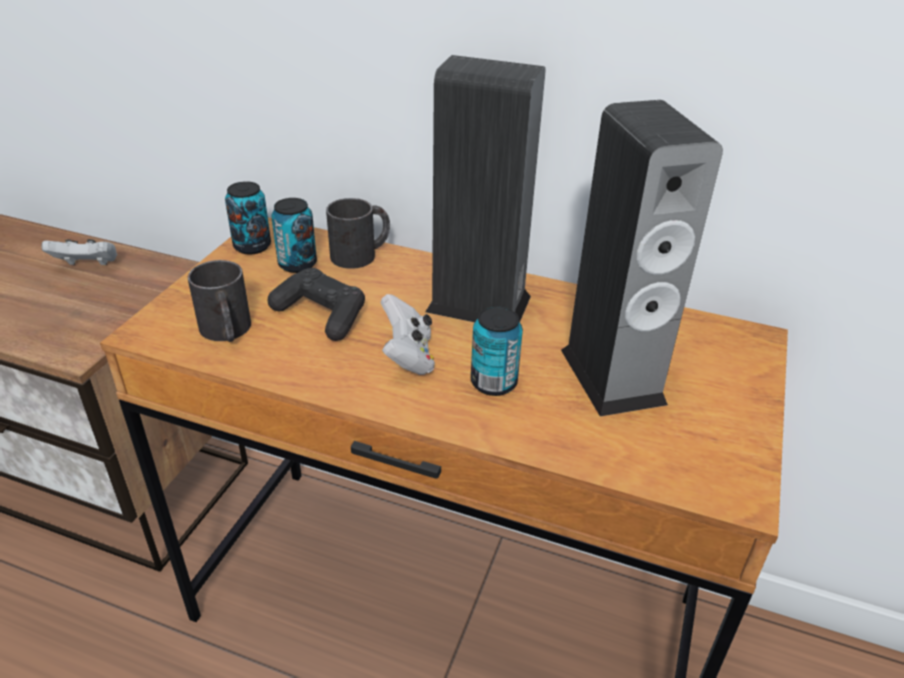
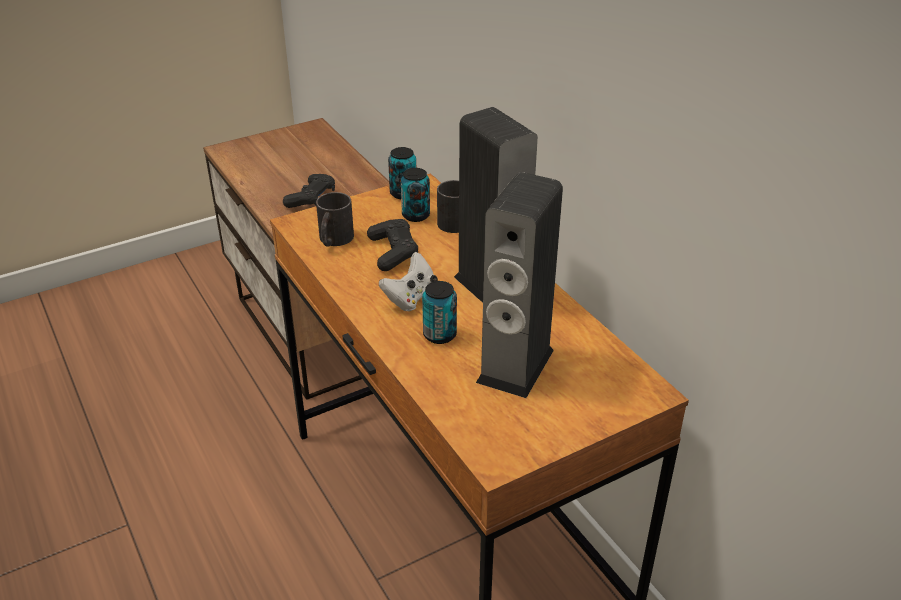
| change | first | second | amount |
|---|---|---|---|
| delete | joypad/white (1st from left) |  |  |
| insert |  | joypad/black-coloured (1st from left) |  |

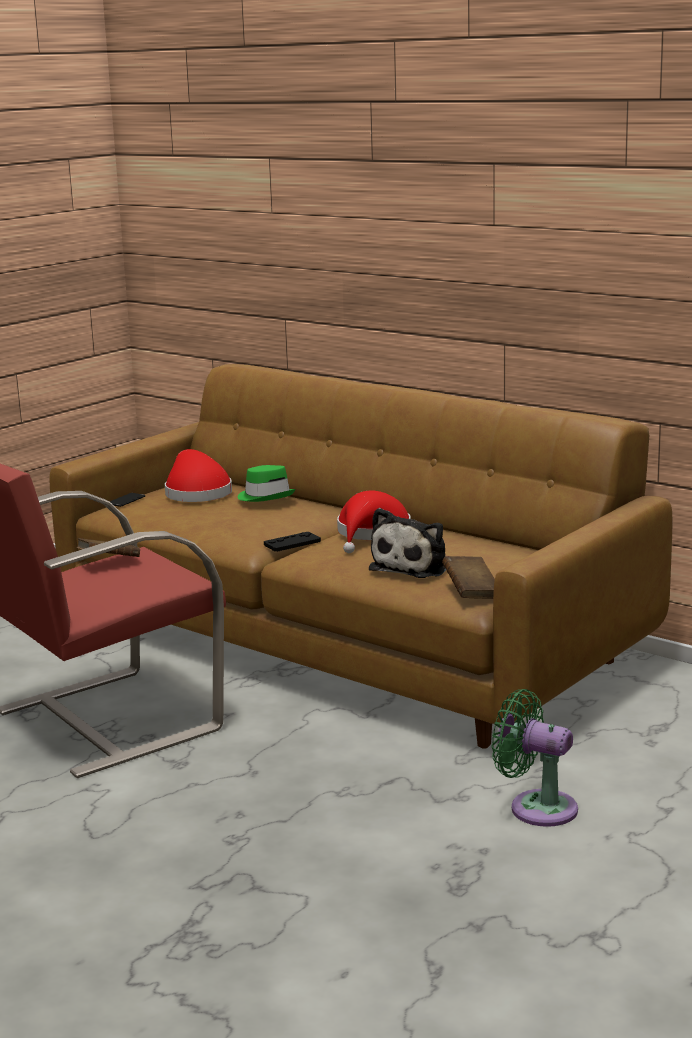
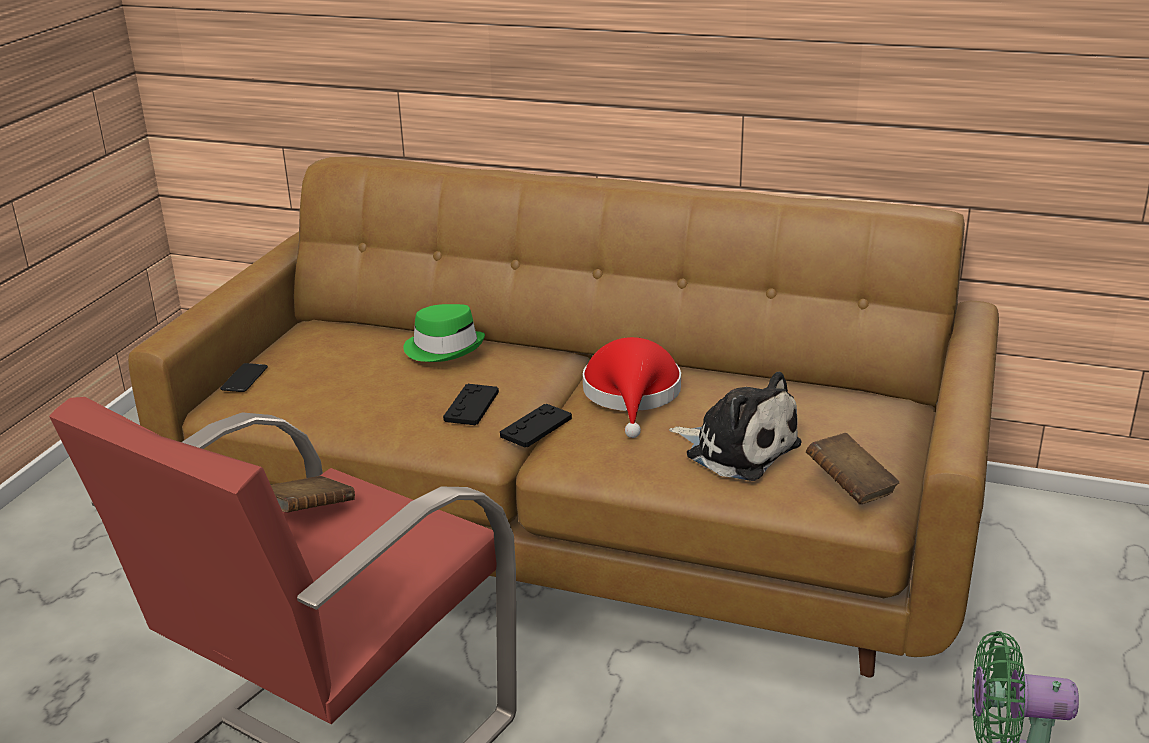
| change | first | second | amount |
|---|---|---|---|
| delete | wearable hat/reddish (1st from left) |  |  |
| rotate | cuddly toy |  | 60 degrees counterclockwise |
| insert |  | joypad/black-coloured (1st from left) |  |

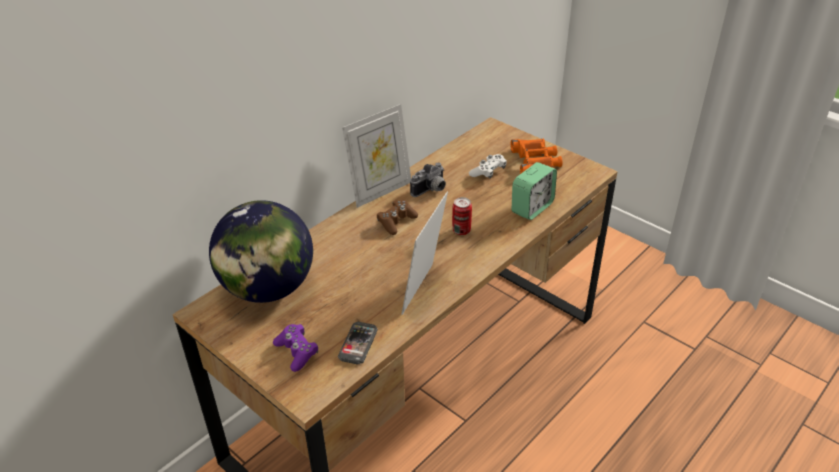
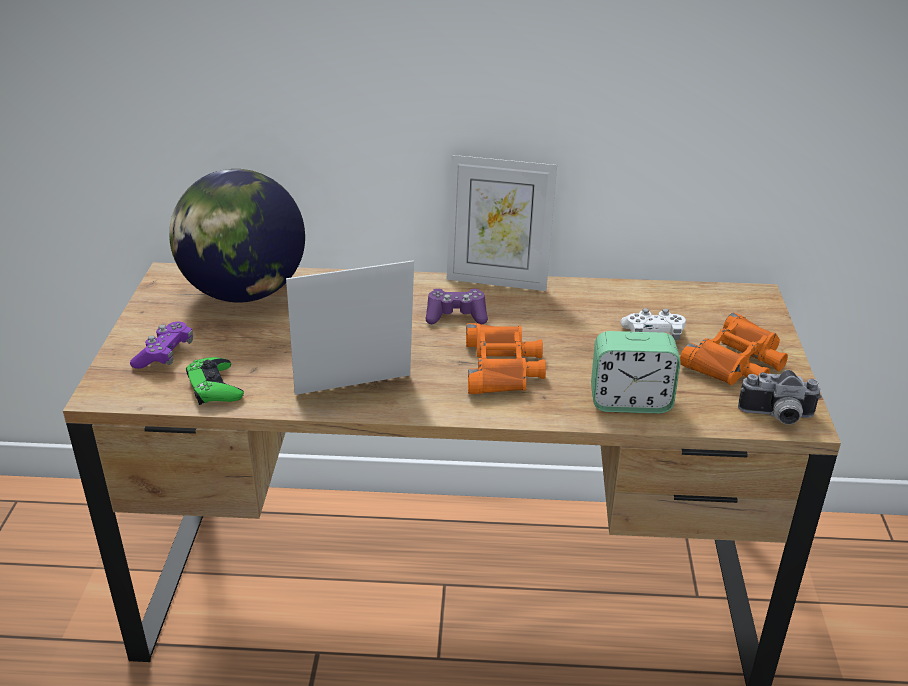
| change | first | second | amount |
|---|---|---|---|
| replace | telephone | joypad/greenish |  |
| recolor | joypad/brownish | joypad/purple (2nd from left) |  |
| move | still camera |  |  |
| replace | metal can | binoculars/orange (1st from left) |  |

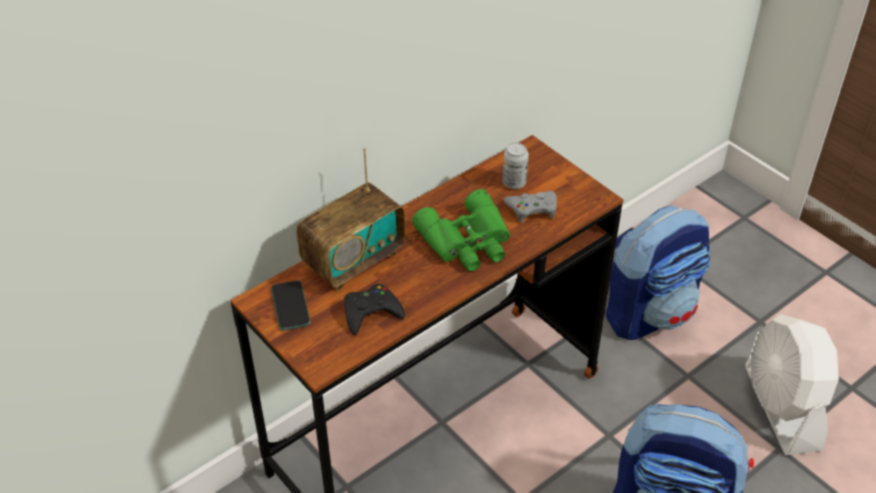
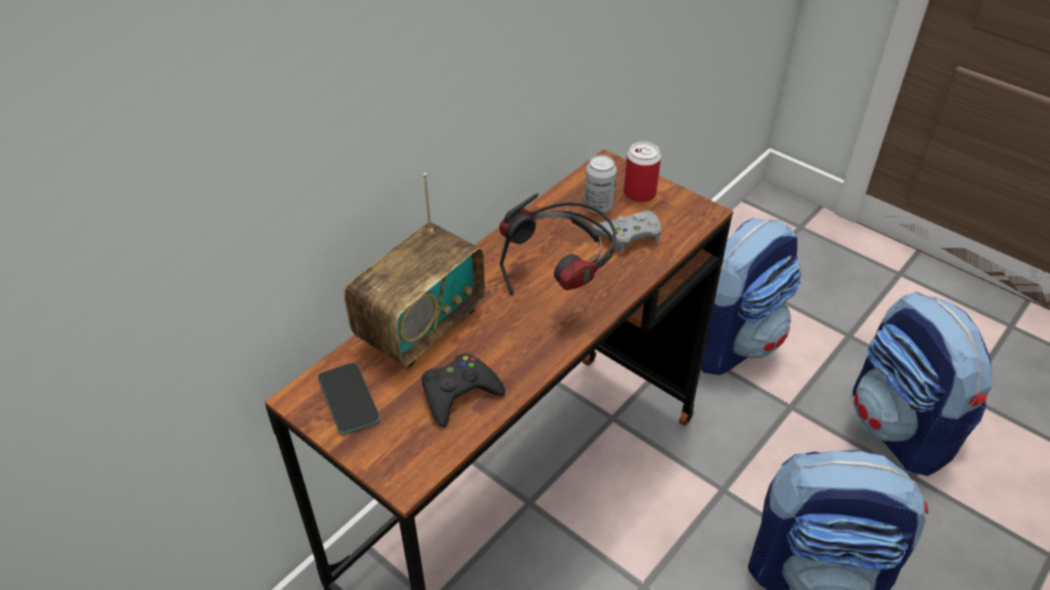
| change | first | second | amount |
|---|---|---|---|
| replace | binoculars/greenish | pair of headphones |  |
| replace | electric fan/white | backpack (3rd from left) |  |
| insert |  | metal can (2nd from left) |  |

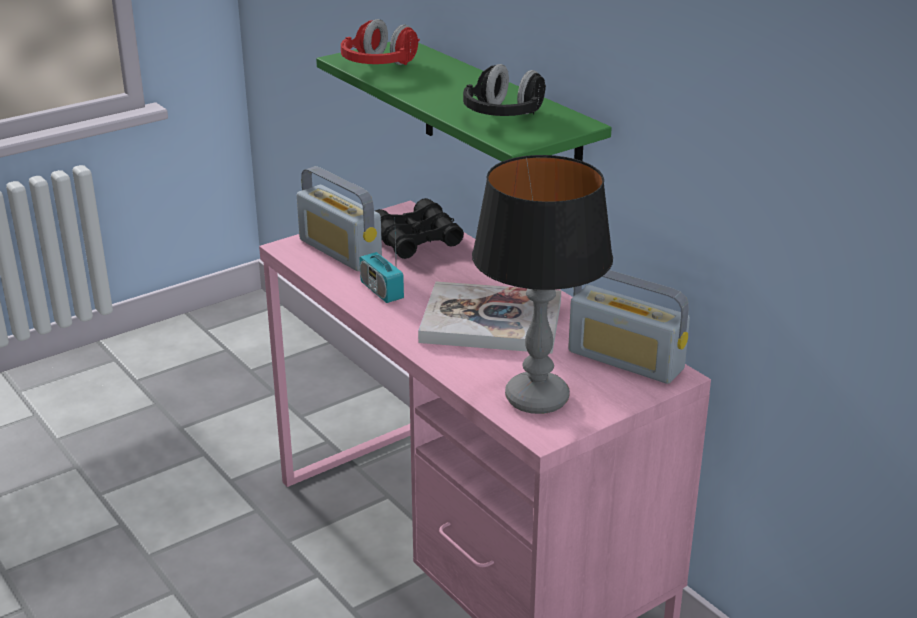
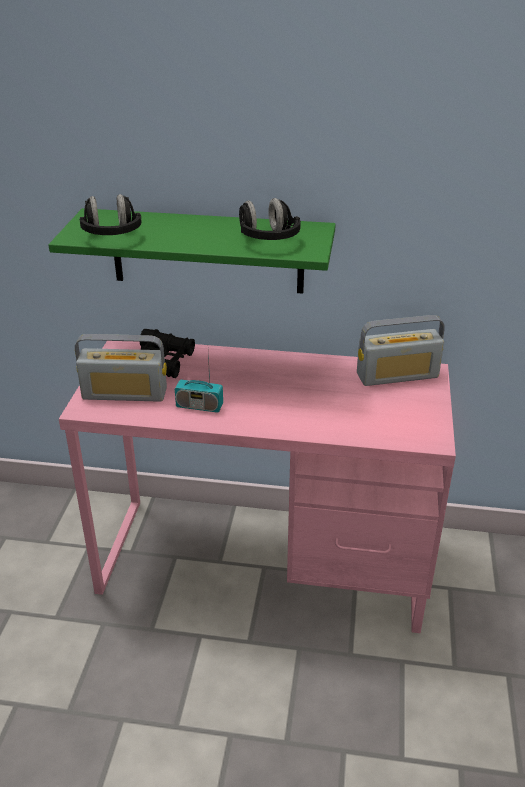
| change | first | second | amount |
|---|---|---|---|
| recolor | pair of headphones/reddish | pair of headphones/black-coloured (1st from left) |  |
| delete | book |  |  |
| delete | tabletop lamp |  |  |

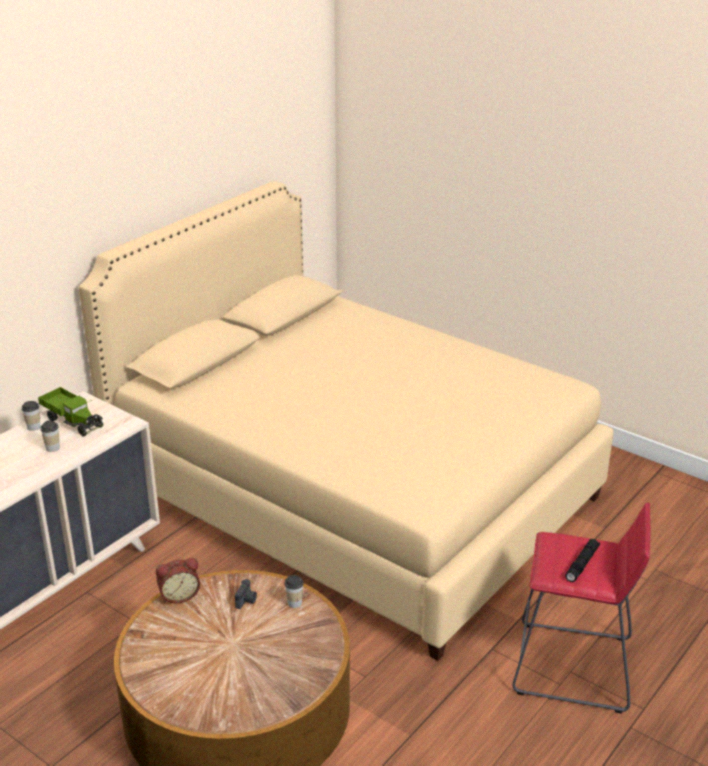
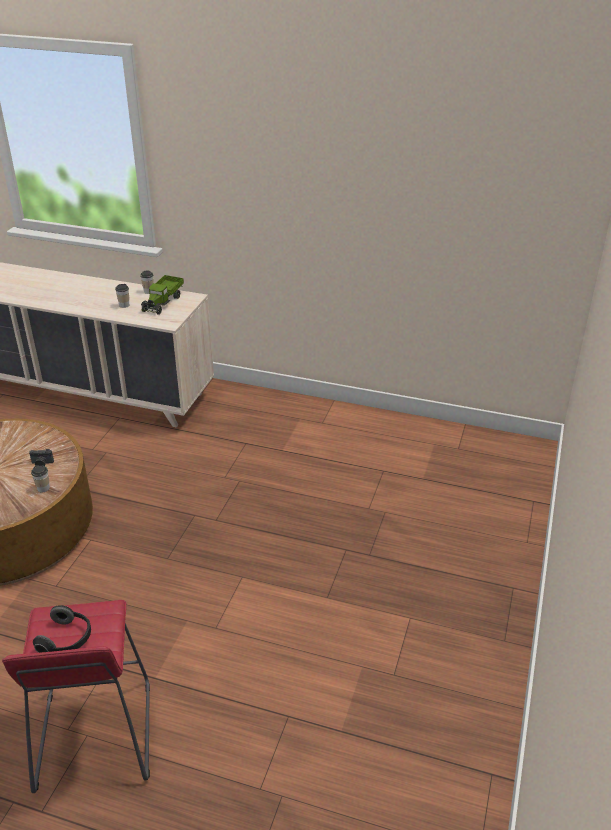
| change | first | second | amount |
|---|---|---|---|
| delete | bedroom bed/beige-coloured |  |  |
| delete | bedside clock |  |  |
| replace | hand torch/black-coloured | pair of headphones |  |

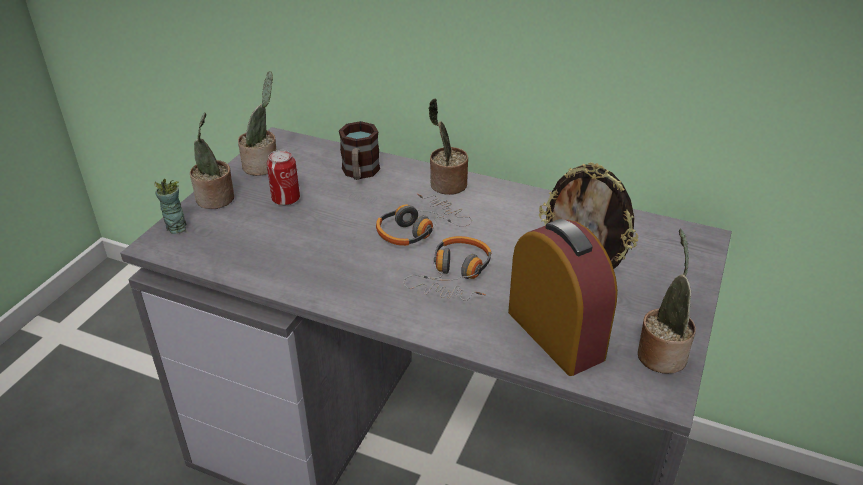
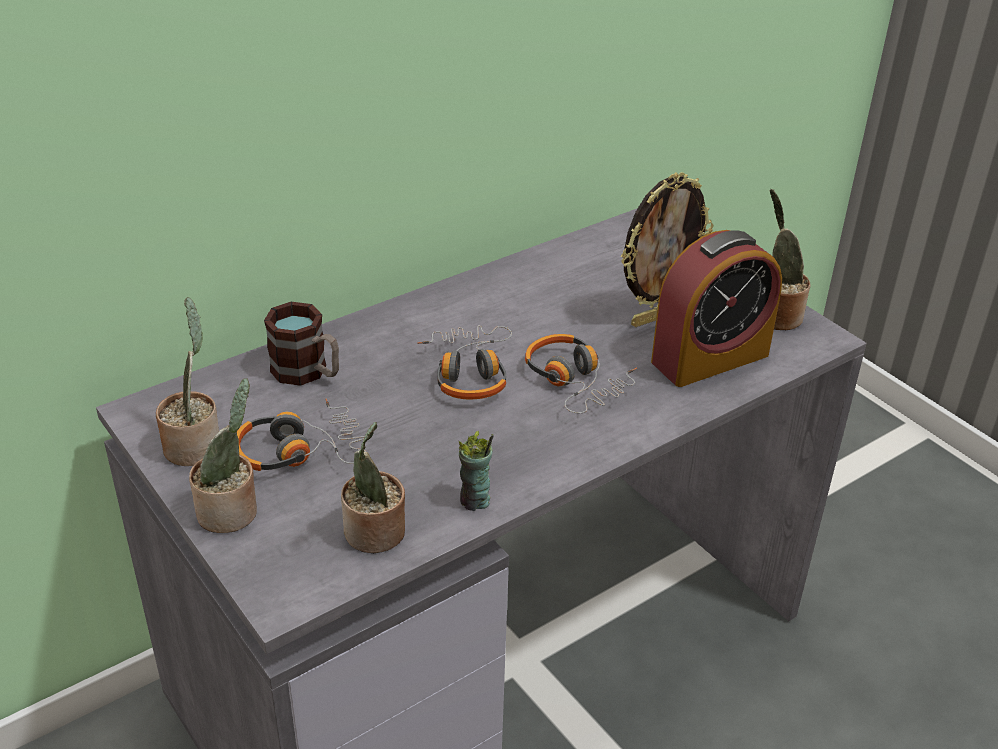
| change | first | second | amount |
|---|---|---|---|
| move | cup |  |  |
| replace | metal can | pair of headphones (1st from left) |  |
| move | plant in a pot (3rd from left) |  |  |
| rotate | bedside clock |  | 150 degrees clockwise |

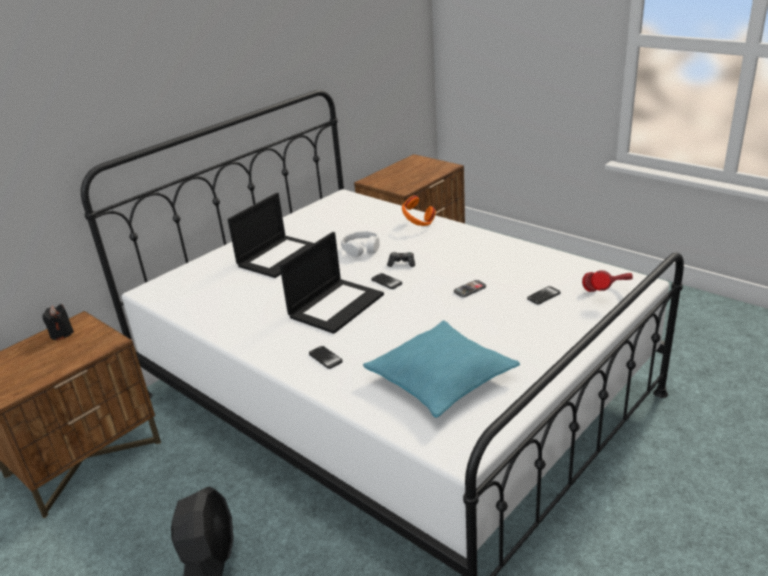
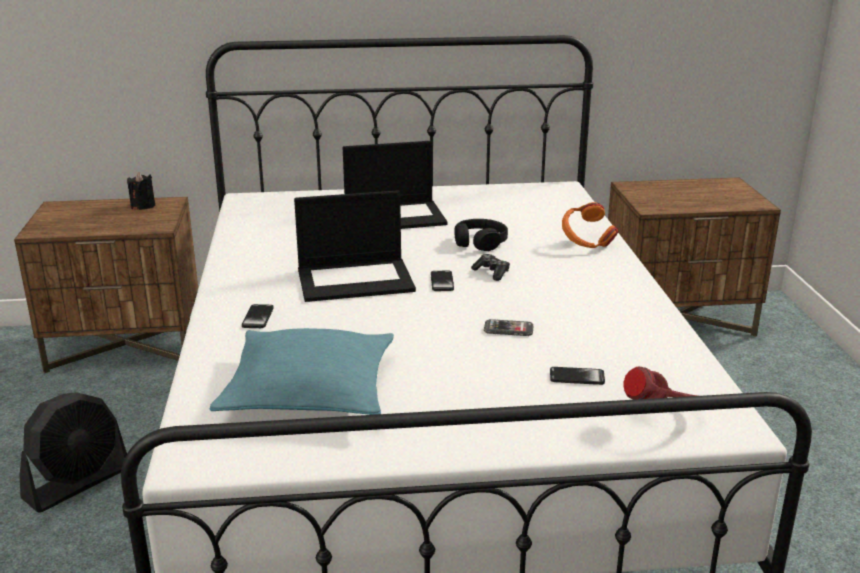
| change | first | second | amount |
|---|---|---|---|
| recolor | pair of headphones/white | pair of headphones/black-coloured |  |

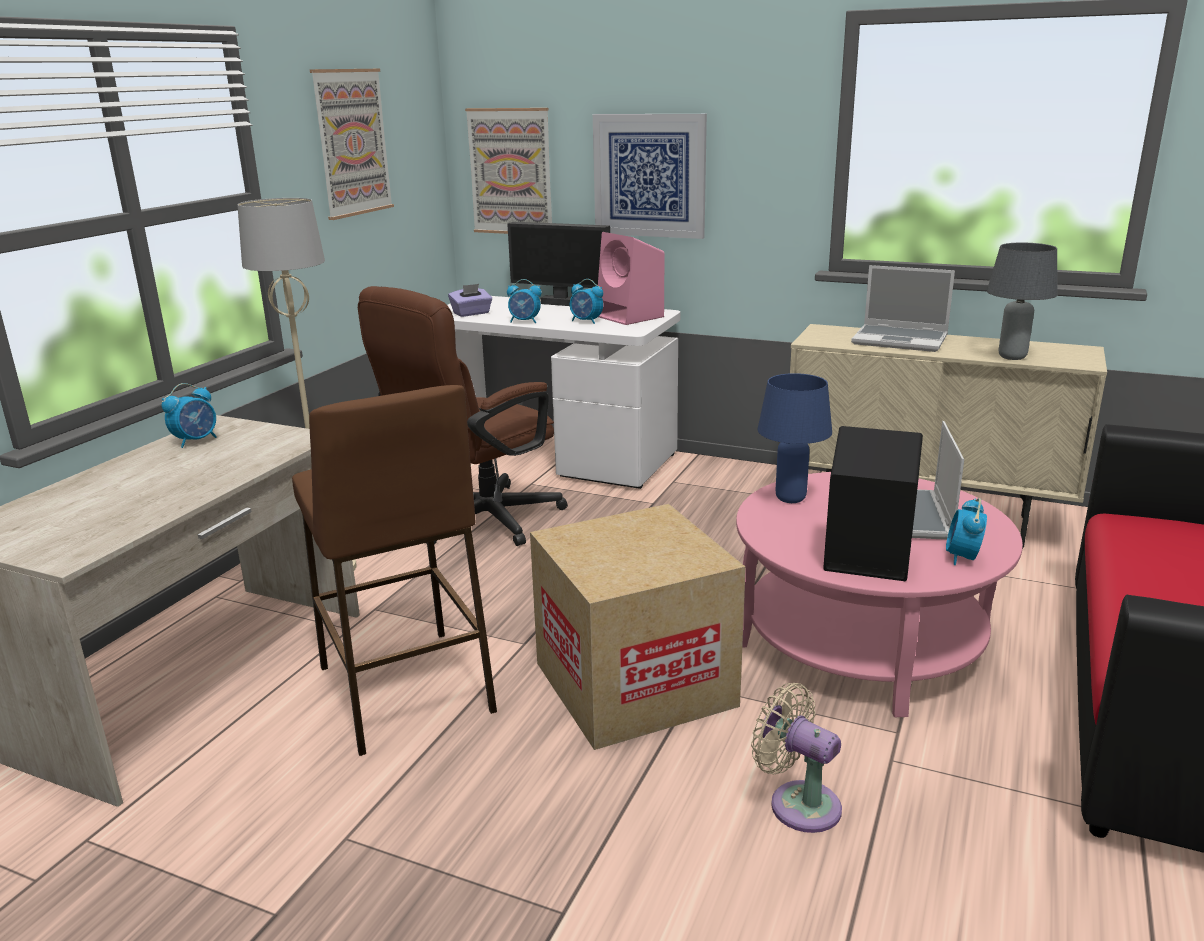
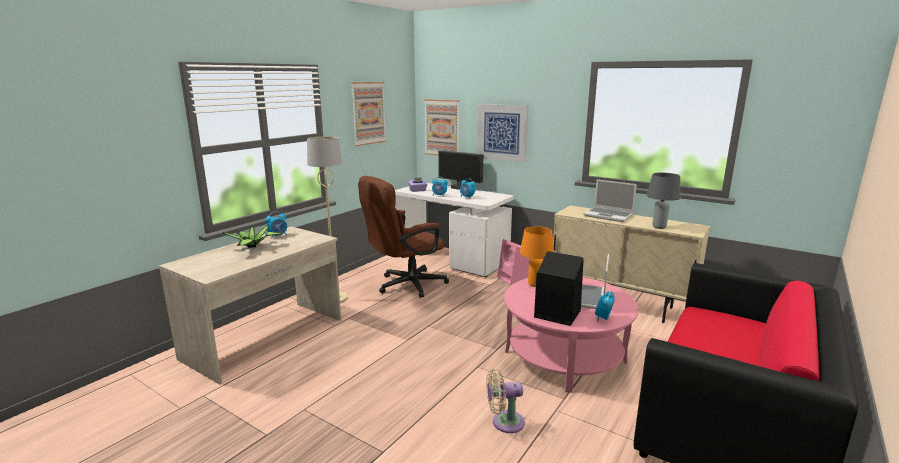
| change | first | second | amount |
|---|---|---|---|
| delete | sitting stool/brownish |  |  |
| delete | packing box |  |  |
| move | audio speaker/pinkish |  |  |
| rotate | electric fan/beige-coloured |  | 60 degrees counterclockwise |
| recolor | tabletop lamp/blue | tabletop lamp/orange |  |
| insert |  | plant in a pot |  |

